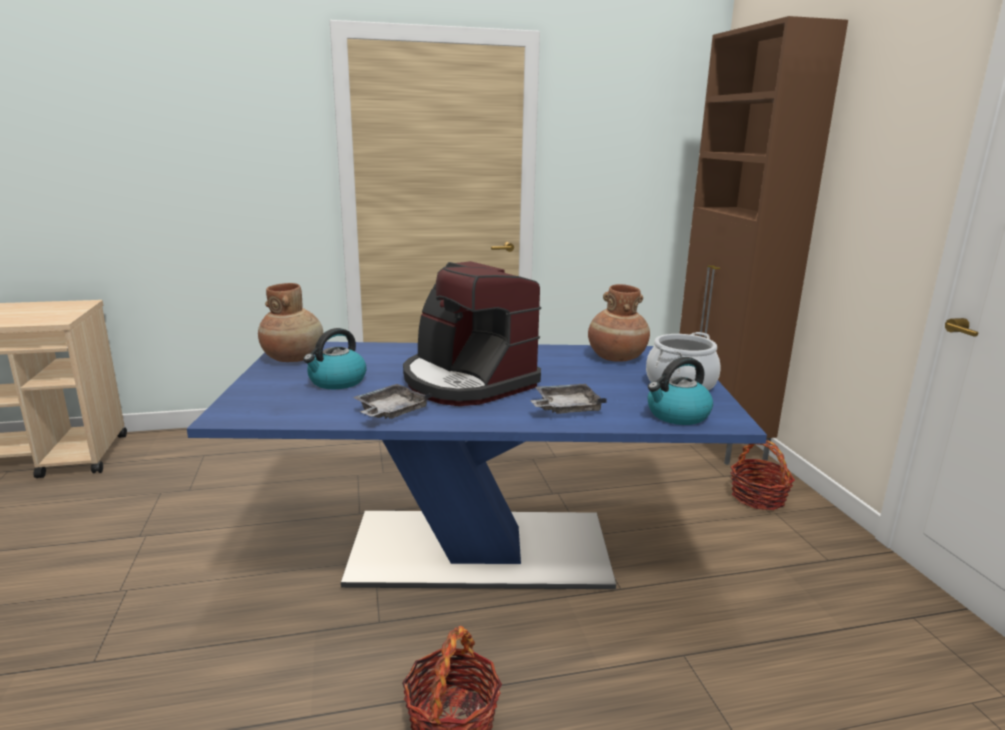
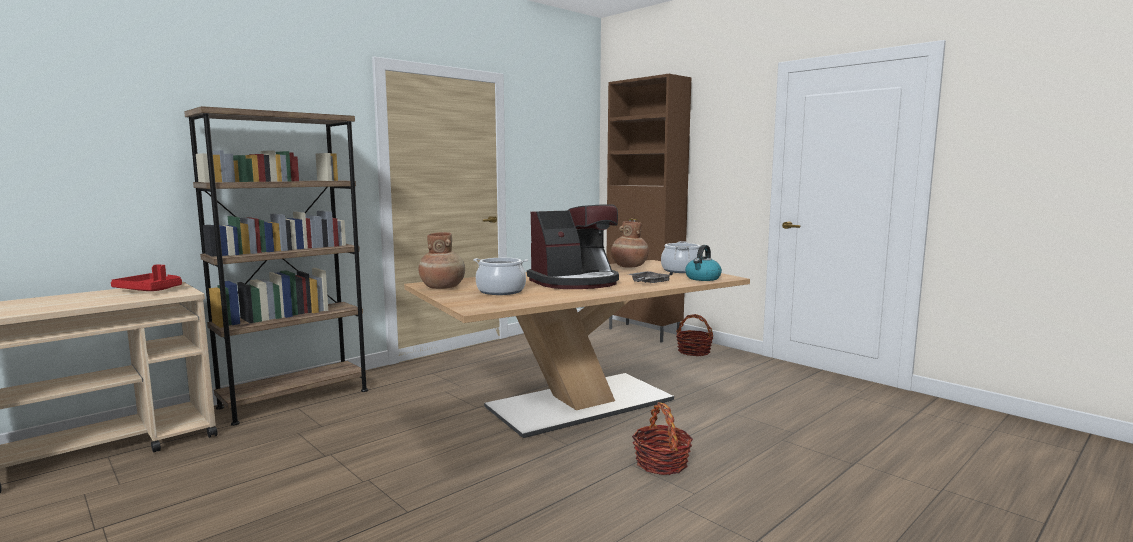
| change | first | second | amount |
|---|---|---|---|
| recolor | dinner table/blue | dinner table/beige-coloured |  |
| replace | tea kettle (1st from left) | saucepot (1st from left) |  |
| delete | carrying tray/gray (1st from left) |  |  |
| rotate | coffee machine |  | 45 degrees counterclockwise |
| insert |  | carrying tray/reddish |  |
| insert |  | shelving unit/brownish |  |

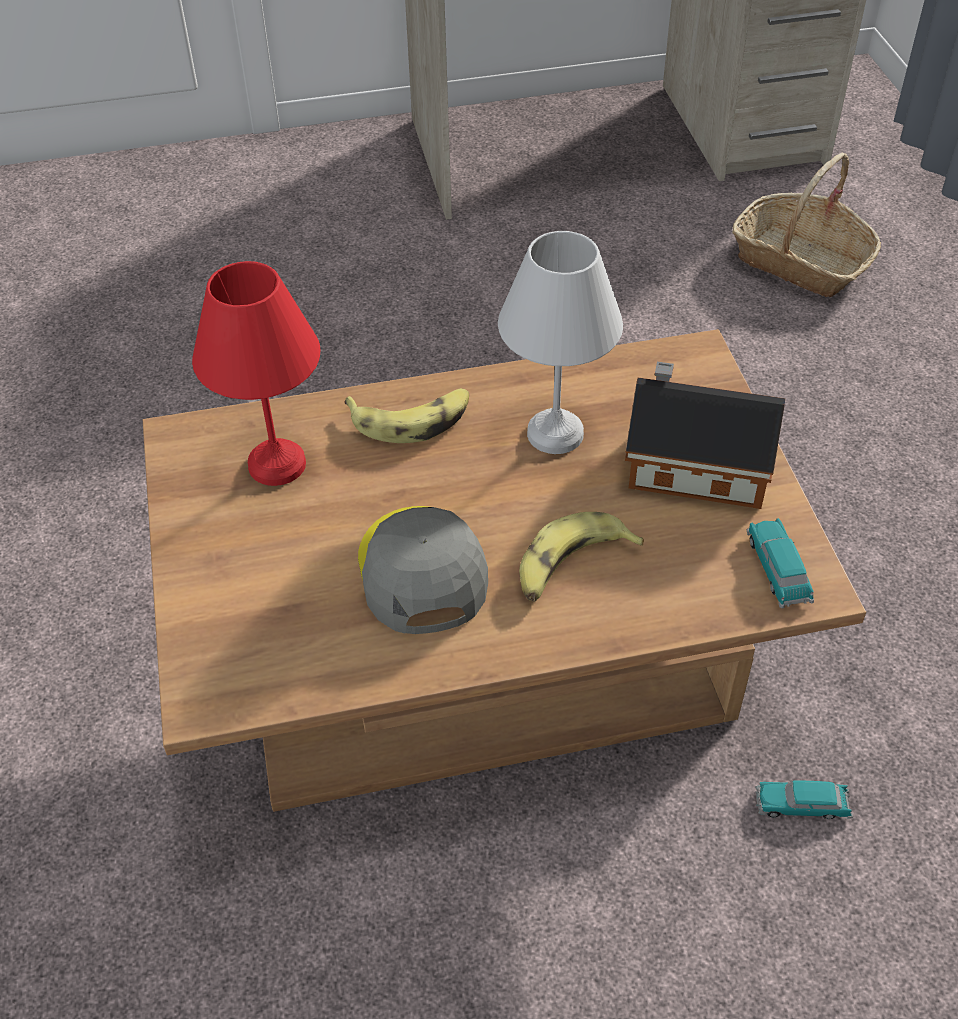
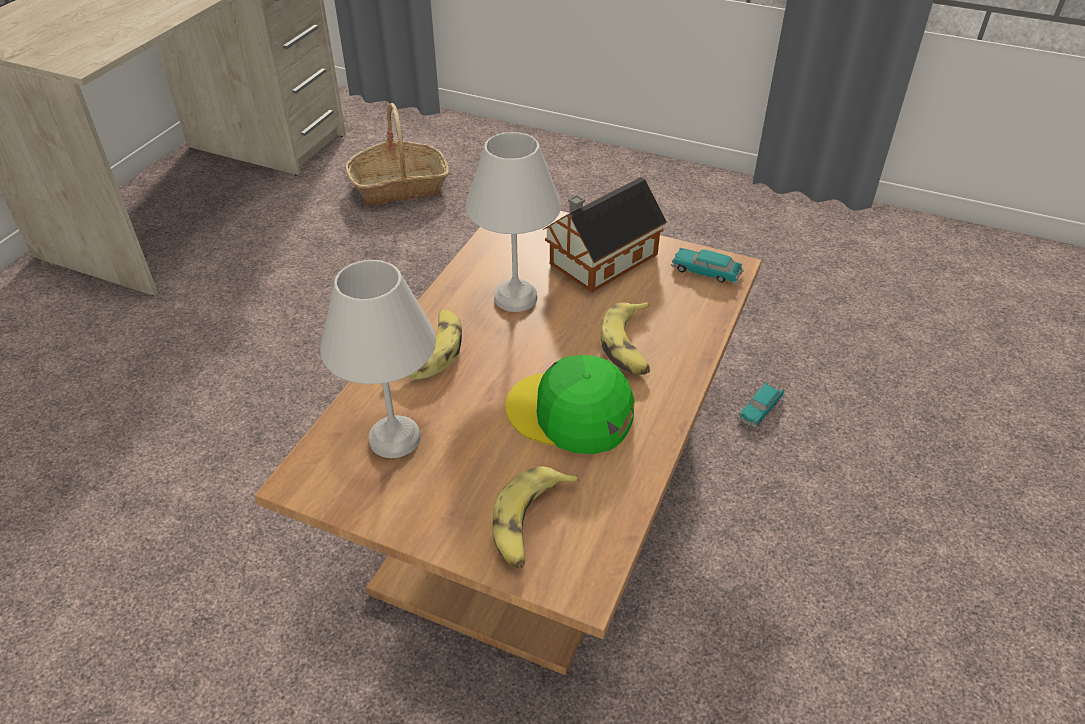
| change | first | second | amount |
|---|---|---|---|
| recolor | tabletop lamp/reddish | tabletop lamp/white (1st from left) |  |
| recolor | cap/gray | cap/greenish |  |
| insert |  | whole banana (2nd from left) |  |

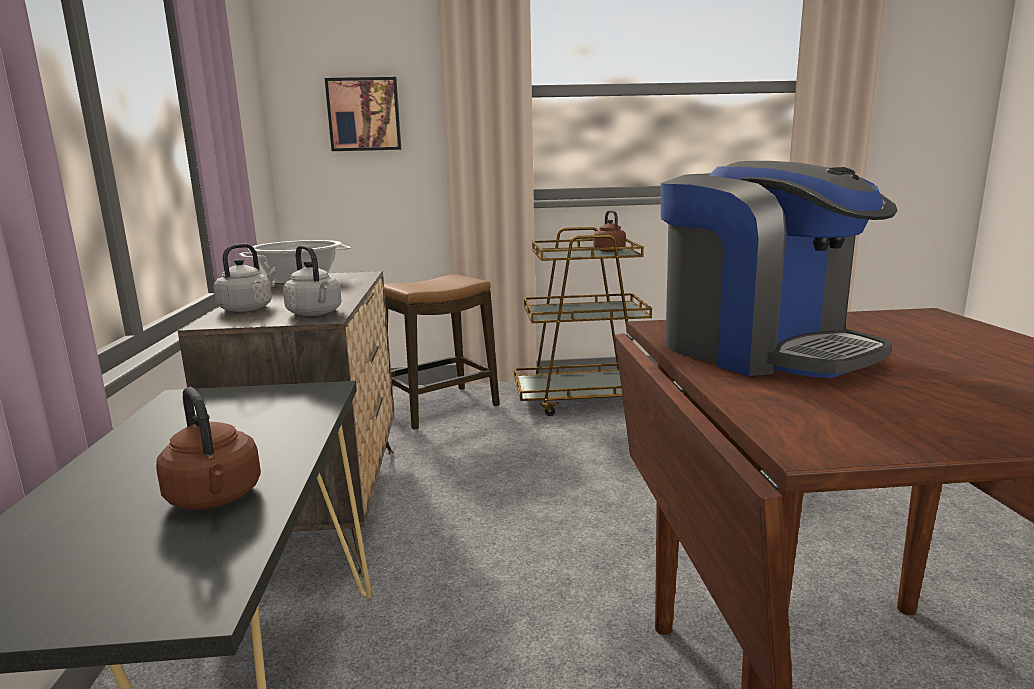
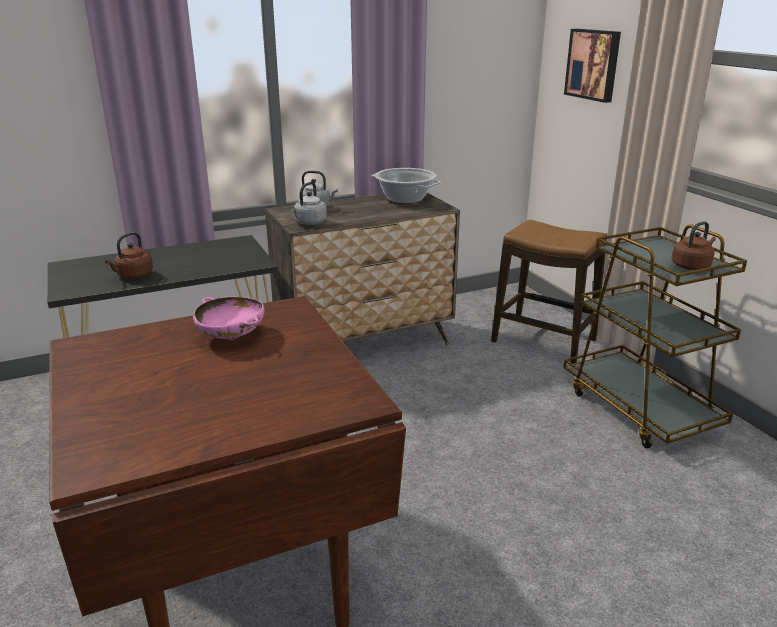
| change | first | second | amount |
|---|---|---|---|
| replace | coffee machine | serving bowl/pinkish |  |

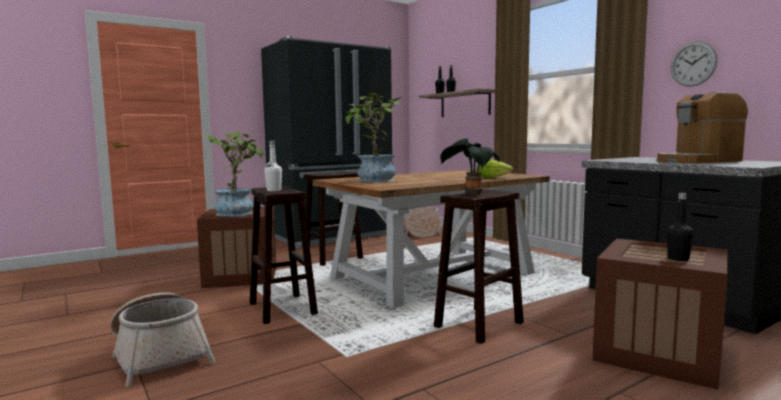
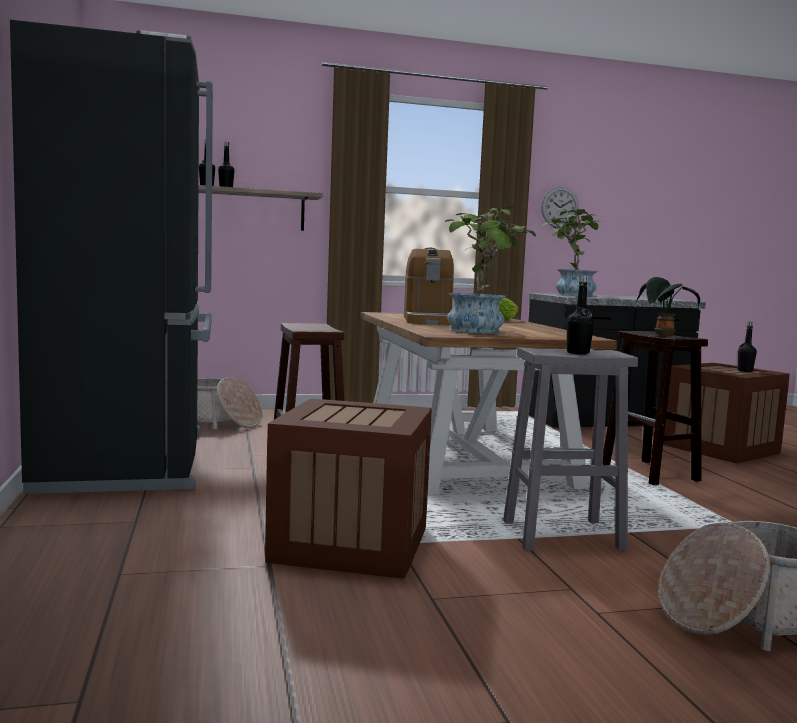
| change | first | second | amount |
|---|---|---|---|
| move | plant in a pot (1st from left in the first image) | plant in a pot (2nd from left) |  |
| recolor | sitting stool/brownish (1st from left) | sitting stool/gray |  |
| recolor | bottle/white | bottle/black-coloured (3rd from left) |  |
| move | coffee machine |  |  |

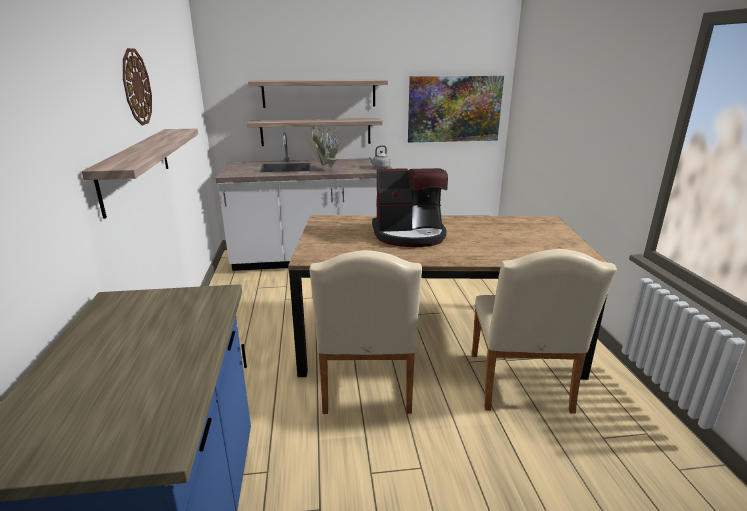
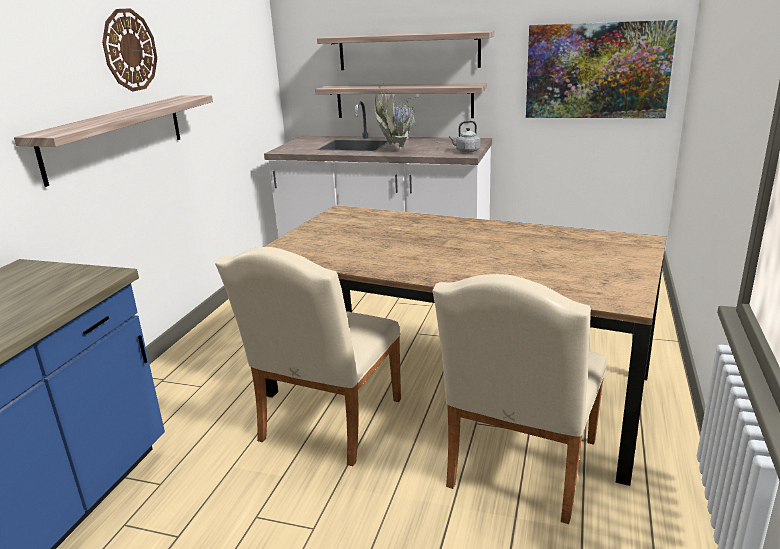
| change | first | second | amount |
|---|---|---|---|
| delete | coffee machine |  |  |

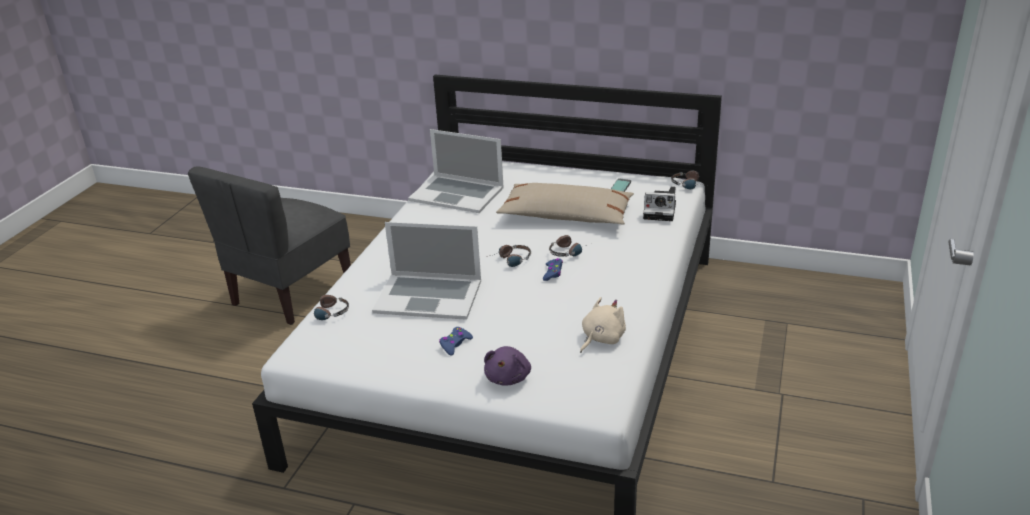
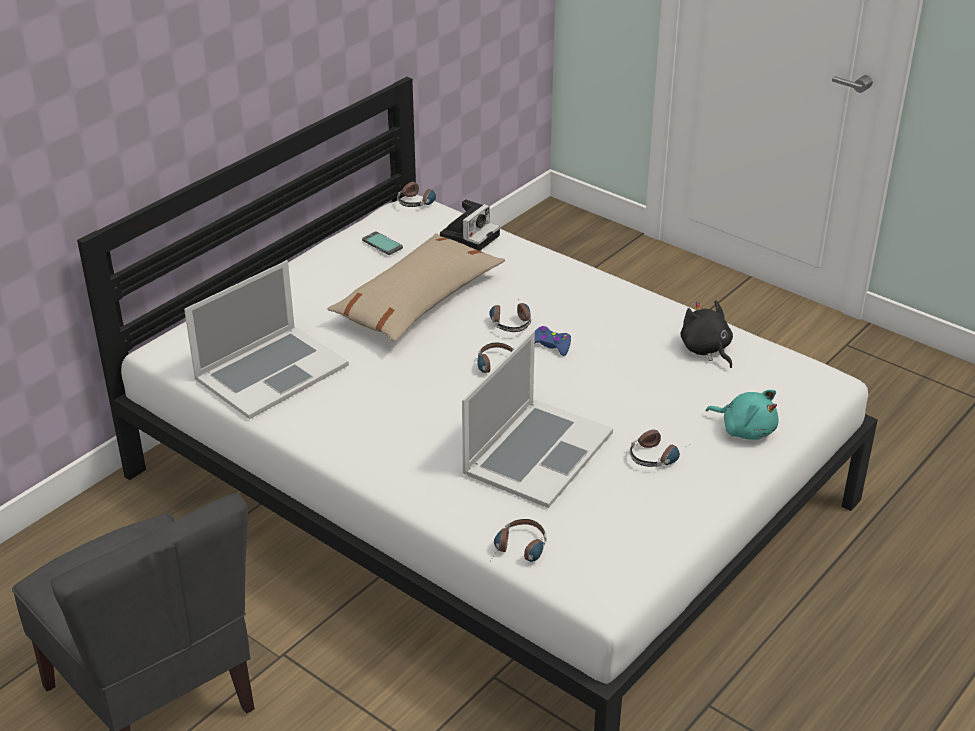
| change | first | second | amount |
|---|---|---|---|
| replace | joypad/blue (1st from left) | pair of headphones (5th from left) |  |
| recolor | cuddly toy/purple | cuddly toy/blue-green |  |
| recolor | cuddly toy/beige-coloured | cuddly toy/black-coloured |  |

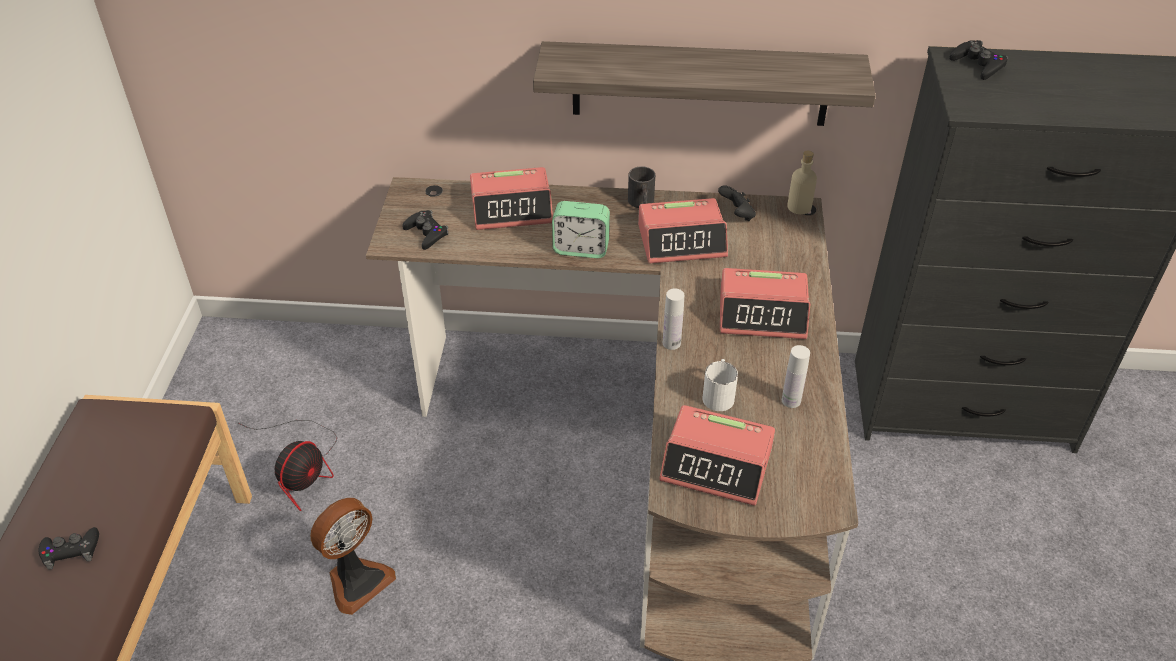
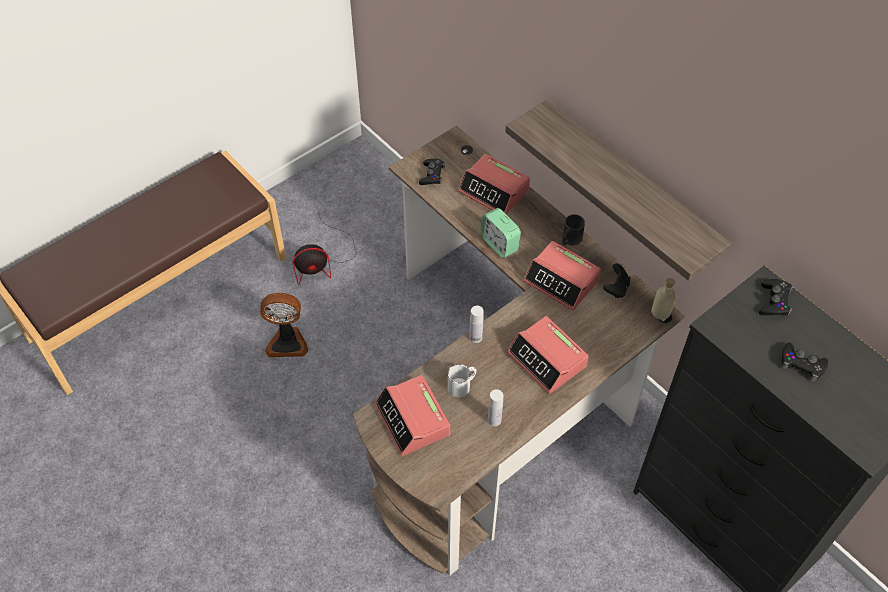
| change | first | second | amount |
|---|---|---|---|
| move | joypad/black-coloured (1st from left in the first image) | joypad/black-coloured (4th from left) |  |

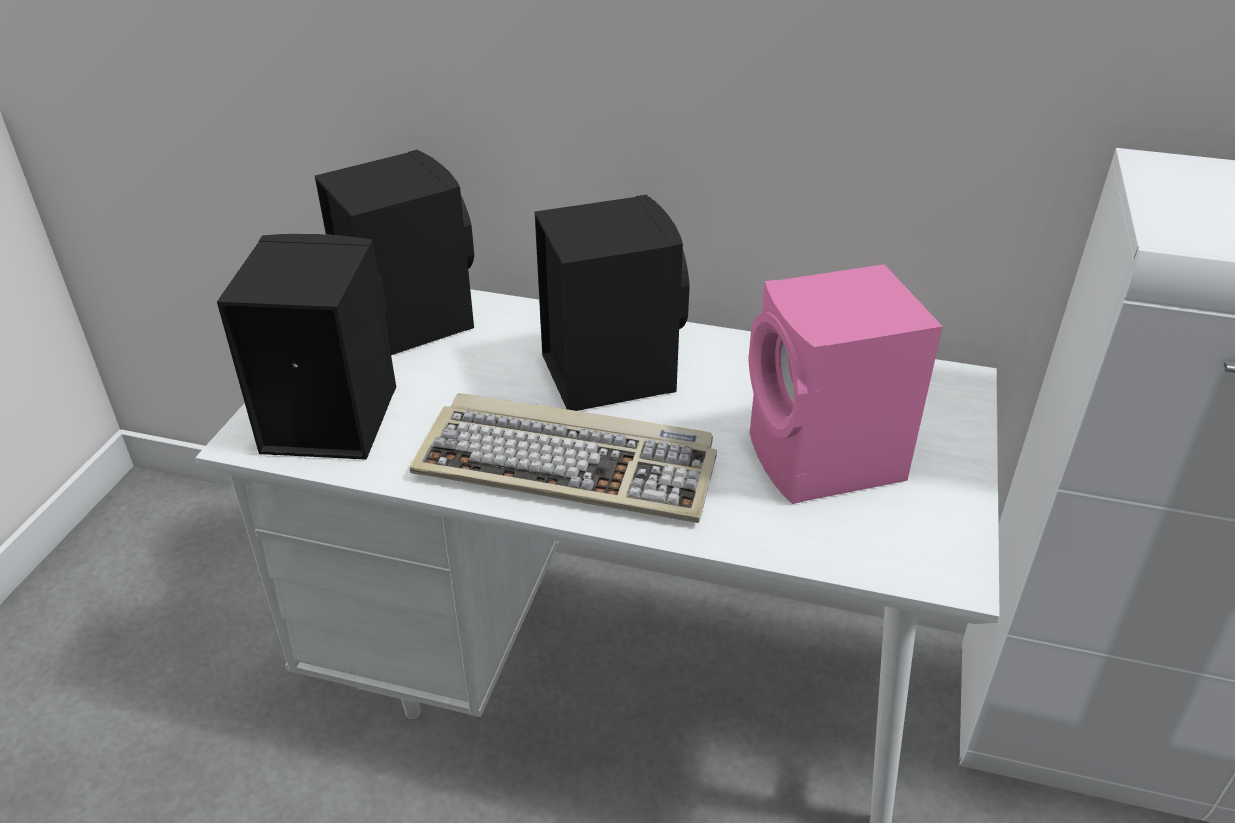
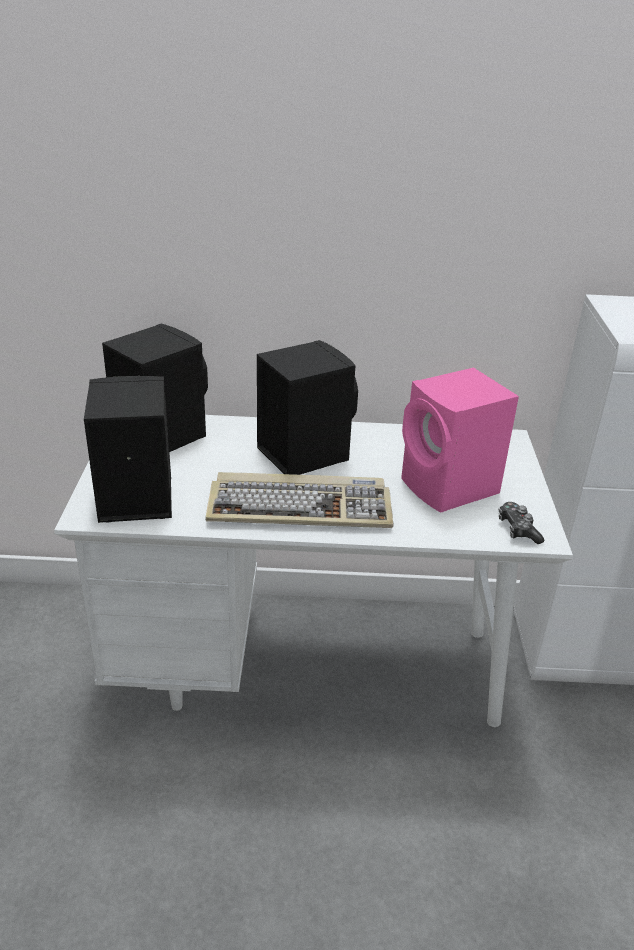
| change | first | second | amount |
|---|---|---|---|
| insert |  | joypad |  |

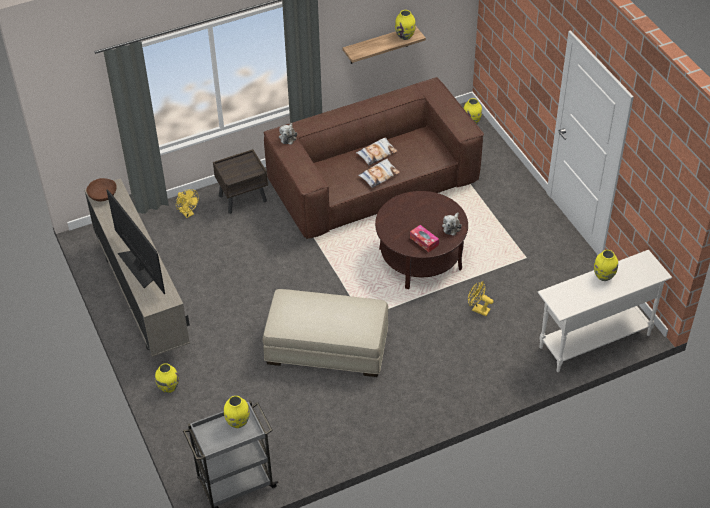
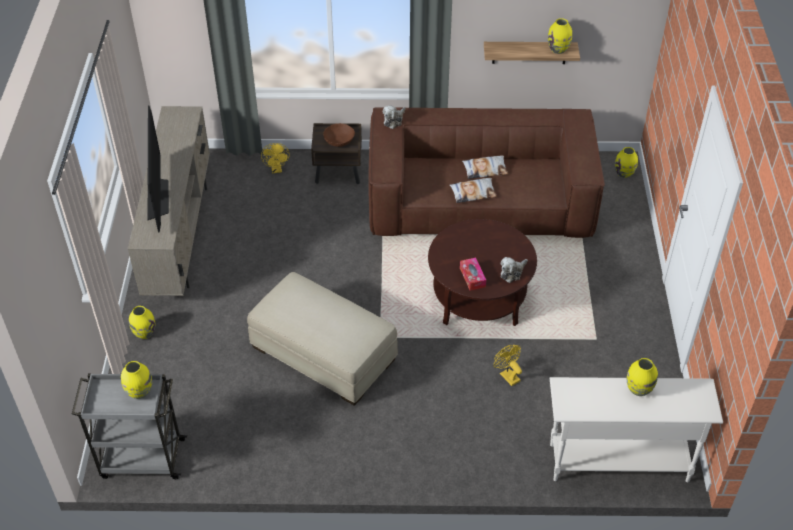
| change | first | second | amount |
|---|---|---|---|
| move | serving bowl/brownish |  |  |

